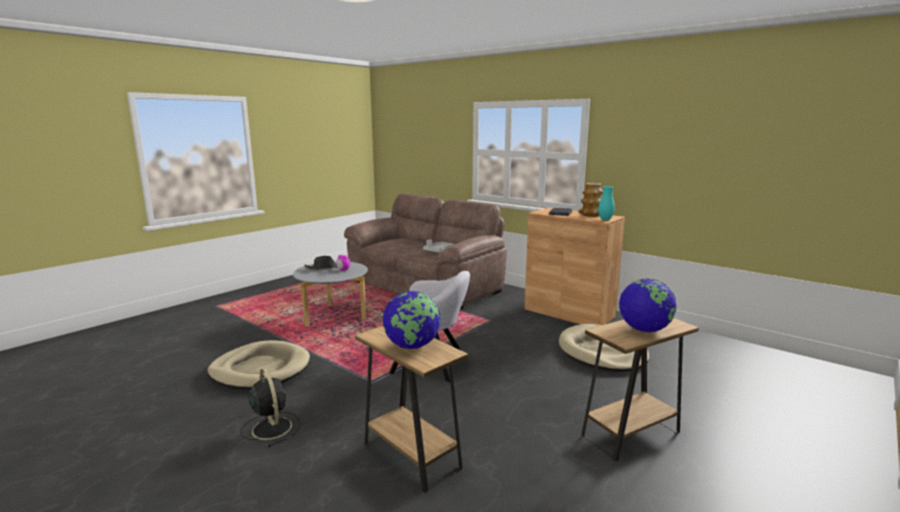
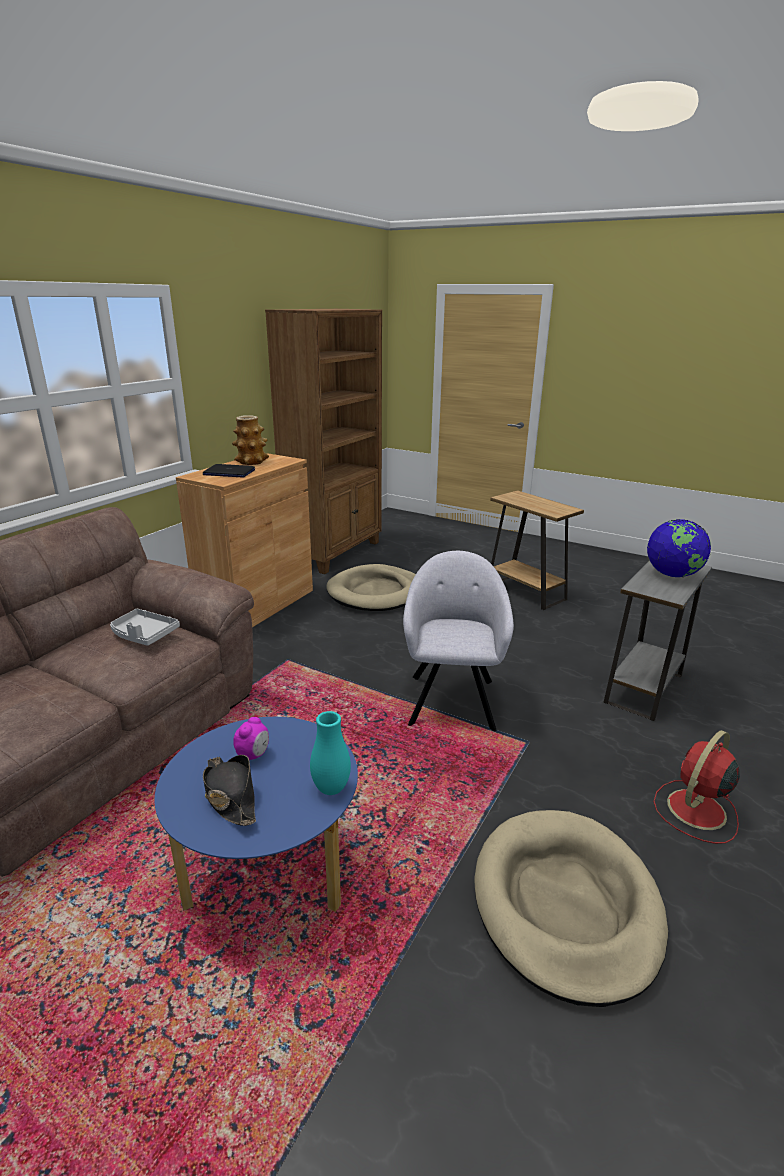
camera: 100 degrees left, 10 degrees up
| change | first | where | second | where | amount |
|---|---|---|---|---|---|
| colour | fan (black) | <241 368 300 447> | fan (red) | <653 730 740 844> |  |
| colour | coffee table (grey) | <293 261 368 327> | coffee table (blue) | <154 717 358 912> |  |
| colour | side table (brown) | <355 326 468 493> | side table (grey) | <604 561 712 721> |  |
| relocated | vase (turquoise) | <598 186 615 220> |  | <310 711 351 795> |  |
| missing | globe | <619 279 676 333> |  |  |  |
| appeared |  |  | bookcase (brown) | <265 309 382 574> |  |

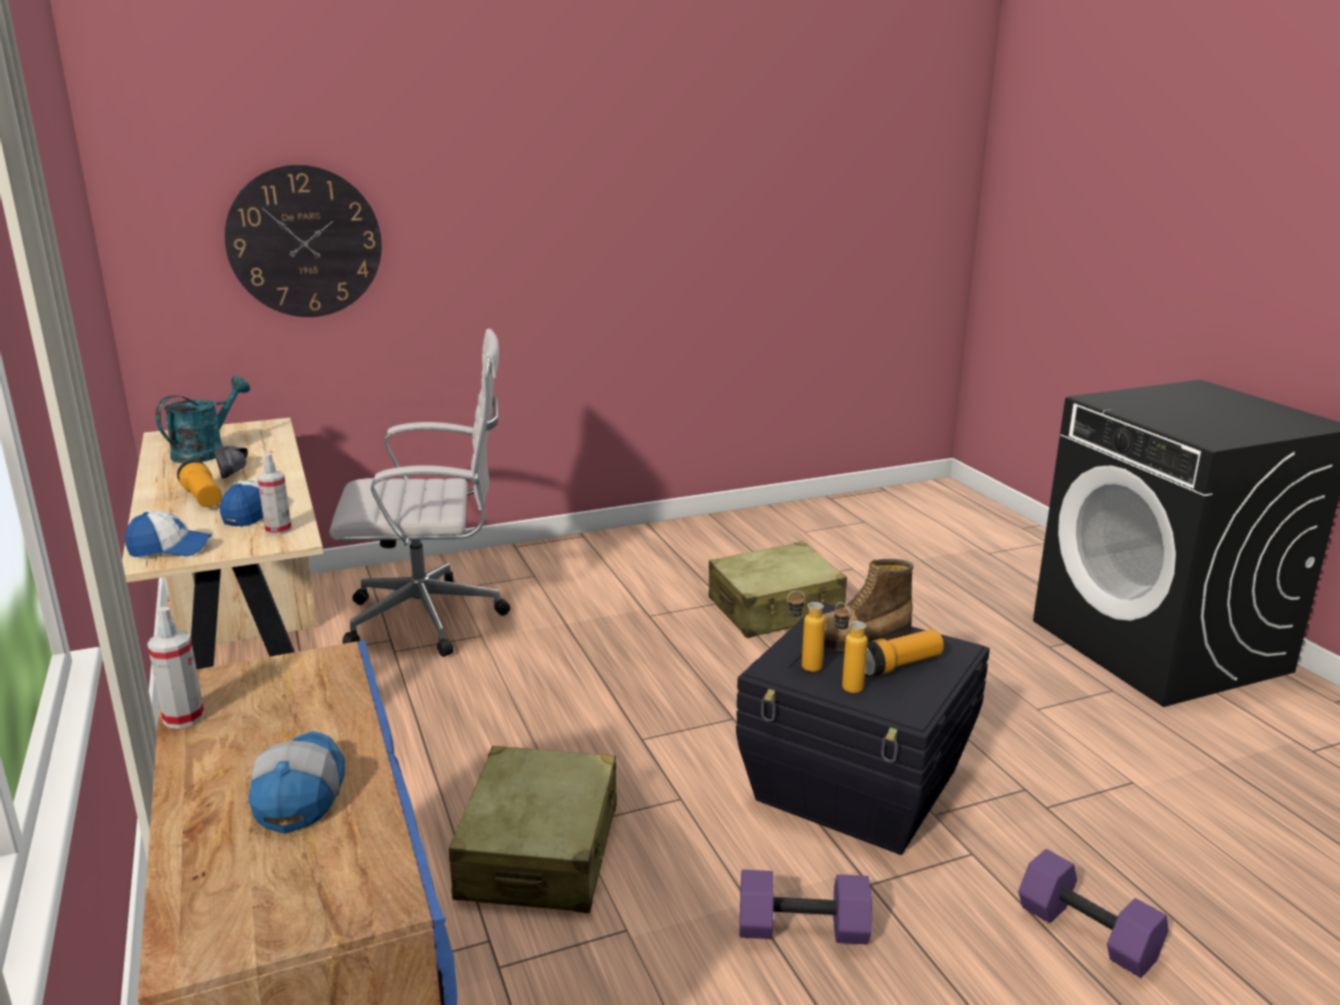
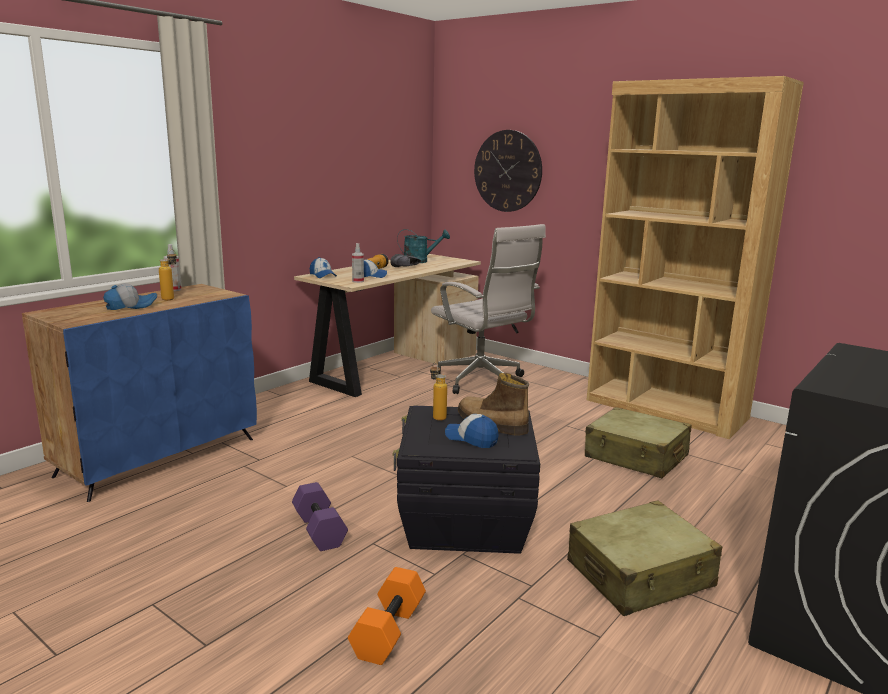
camera: 60 degrees right, 5 degrees down
| change | first | where | second | where | amount |
|---|---|---|---|---|---|
| relocated | suitcase (beige) | <449 746 617 913> |  | <567 500 722 616> |  |
| relocated | bottle | <834 602 868 693> |  | <159 249 177 300> |  |
| exchanged | flashlight | <865 629 944 677> | cap | <445 414 499 448> |  |
| colour | dumbbell (purple) | <1018 849 1169 978> | dumbbell (orange) | <348 567 426 665> |  |
| appeared |  |  | bookcase (brown) | <587 76 804 439> |  |

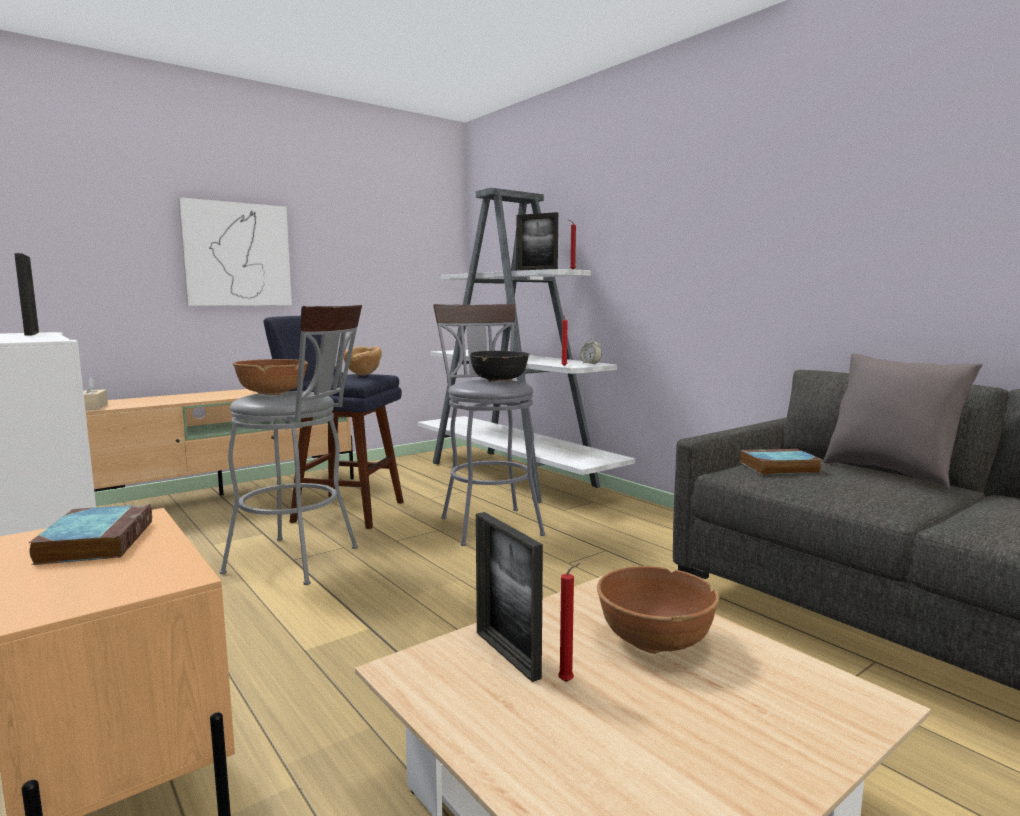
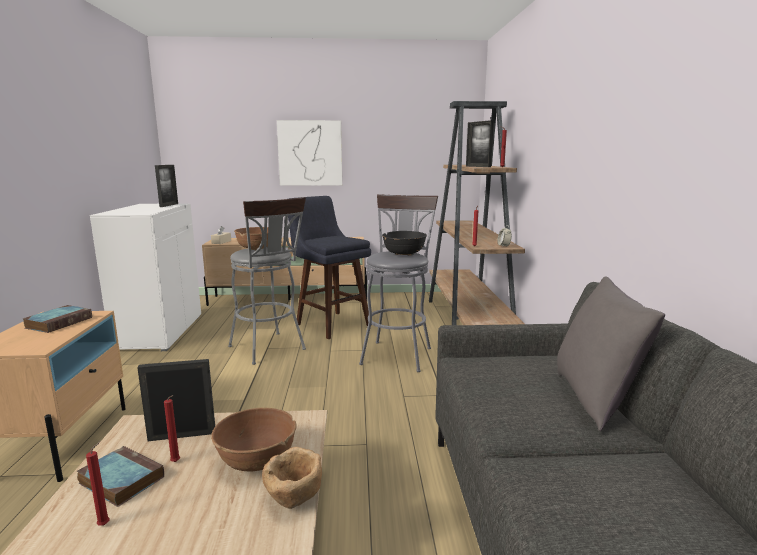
camera: 35 degrees right, 5 degrees up
| change | first | where | second | where | amount |
|---|---|---|---|---|---|
| relocated | bowl (brown) | <343 346 382 376> |  | <262 447 322 509> |  |
| colour | bookcase (white) | <418 188 635 503> | bookcase (brown) | <429 101 525 325> |  |
| spun | picture frame | <476 512 543 682> |  | <137 359 215 441> | 75 degrees clockwise |
| relocated | book | <740 449 822 474> |  | <77 446 164 507> |  |
| appeared |  |  | candle (red) | <86 441 110 525> |  |

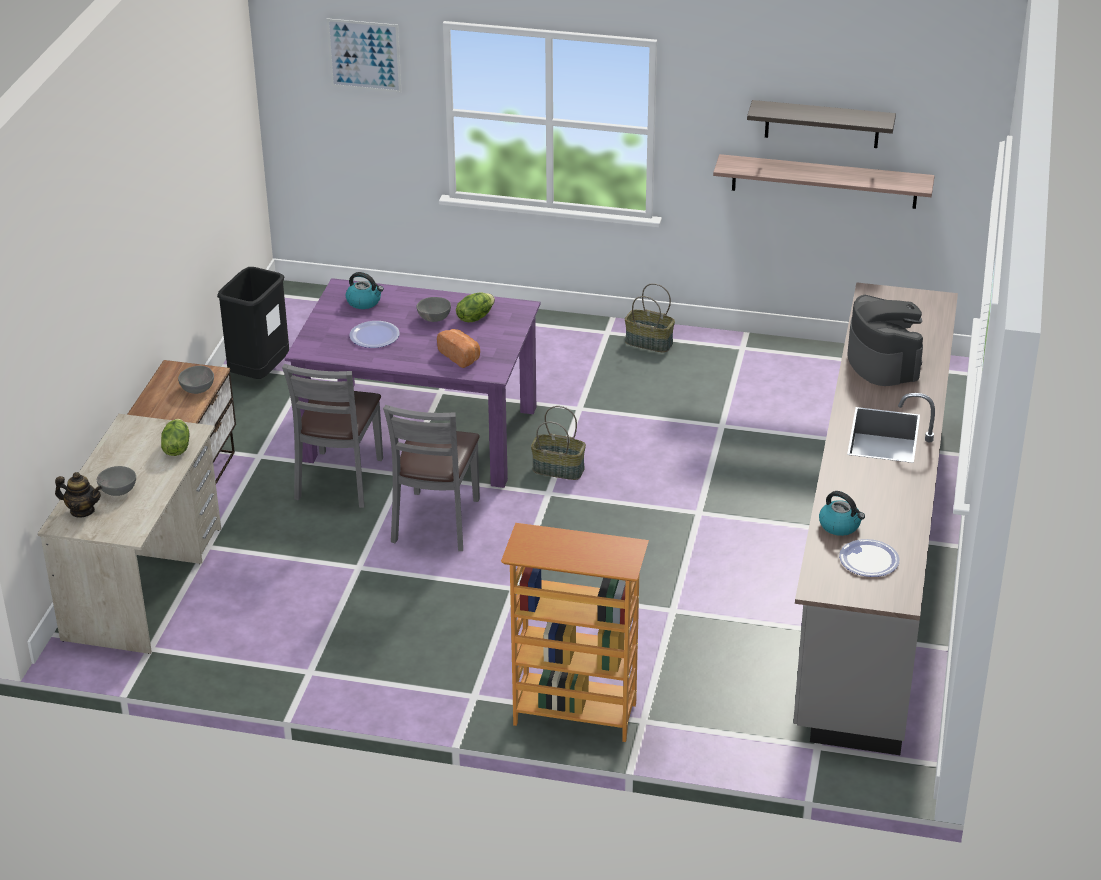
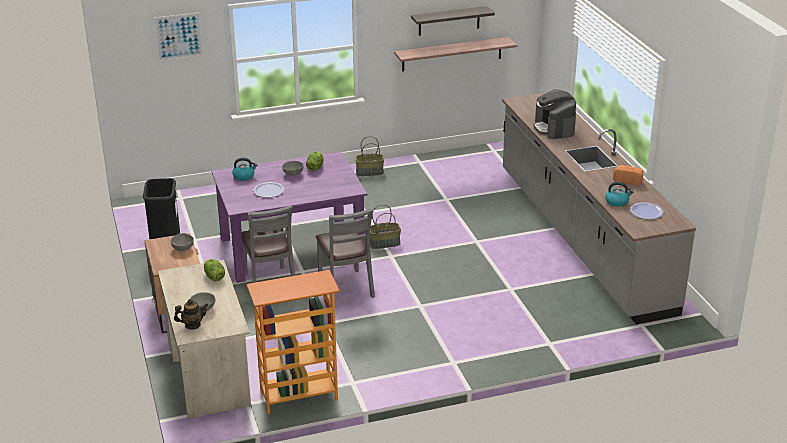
camera: 30 degrees left, 5 degrees down
| change | first | where | second | where | amount |
|---|---|---|---|---|---|
| relocated | bread | <437 329 480 368> |  | <613 165 643 185> |  |
| relocated | bookcase | <501 523 649 742> |  | <247 270 340 414> |  |
| spun | coffee machine | <847 295 923 386> |  | <533 89 576 139> | 150 degrees counterclockwise |

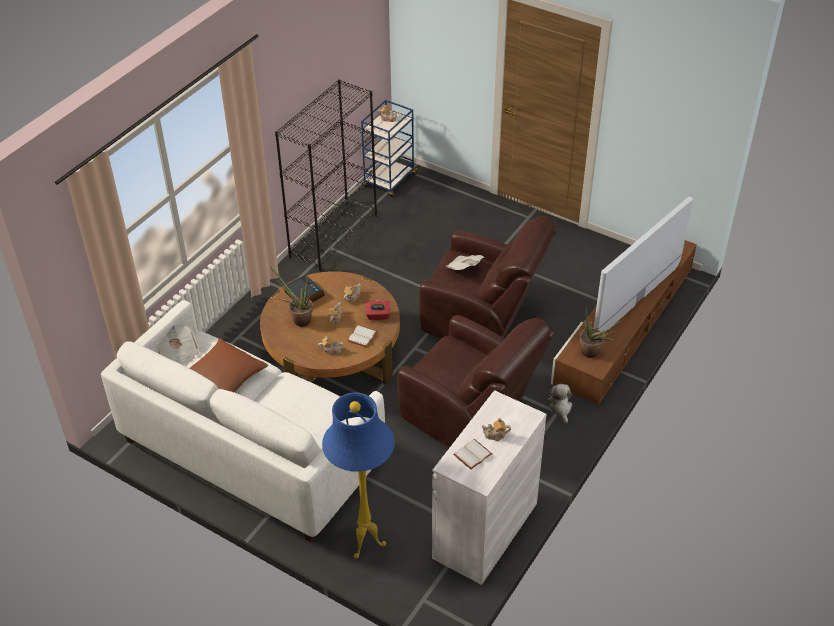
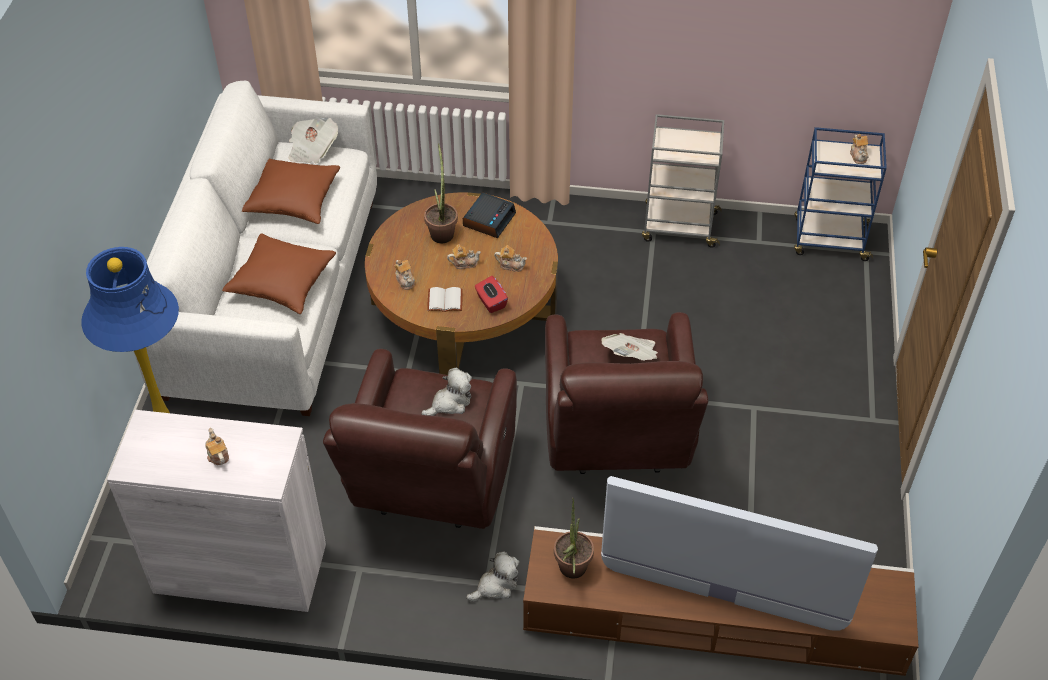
camera: 65 degrees right, 5 degrees up
| change | first | where | second | where | amount |
|---|---|---|---|---|---|
| exchanged | bookcase (black) | <275 79 377 271> | cart (grey) | <642 114 724 248> |  |
| missing | book (white) | <453 439 492 470> |  |  |  |
| appeared |  |  | pillow (brown) | <222 233 336 314> |  |
| appeared |  |  | plush toy | <422 368 472 416> |  |

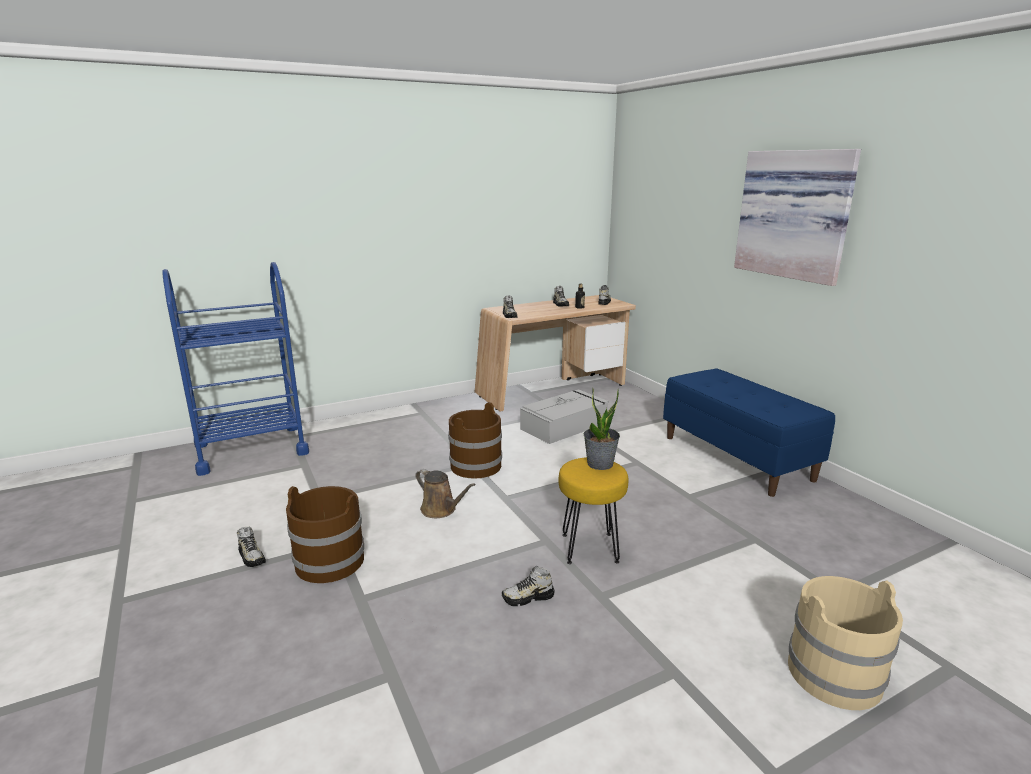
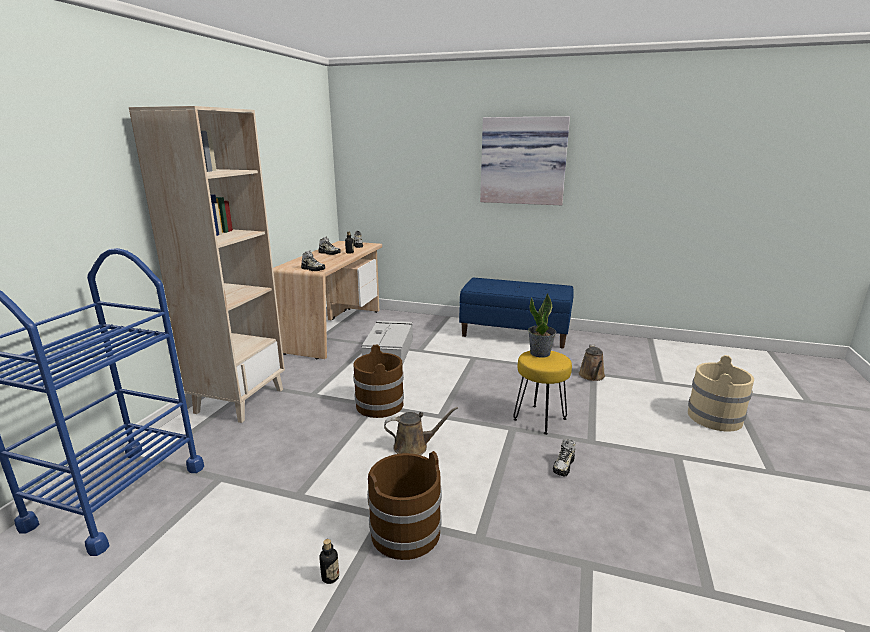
camera: 45 degrees left, 0 degrees up
| change | first | where | second | where | amount |
|---|---|---|---|---|---|
| exchanged | shoe | <237 527 266 567> | bottle | <319 539 339 584> |  |
| appeared |  |  | bookcase (beige) | <129 106 285 423> |  |
| appeared |  |  | watering can (brown) | <579 345 605 381> |  |

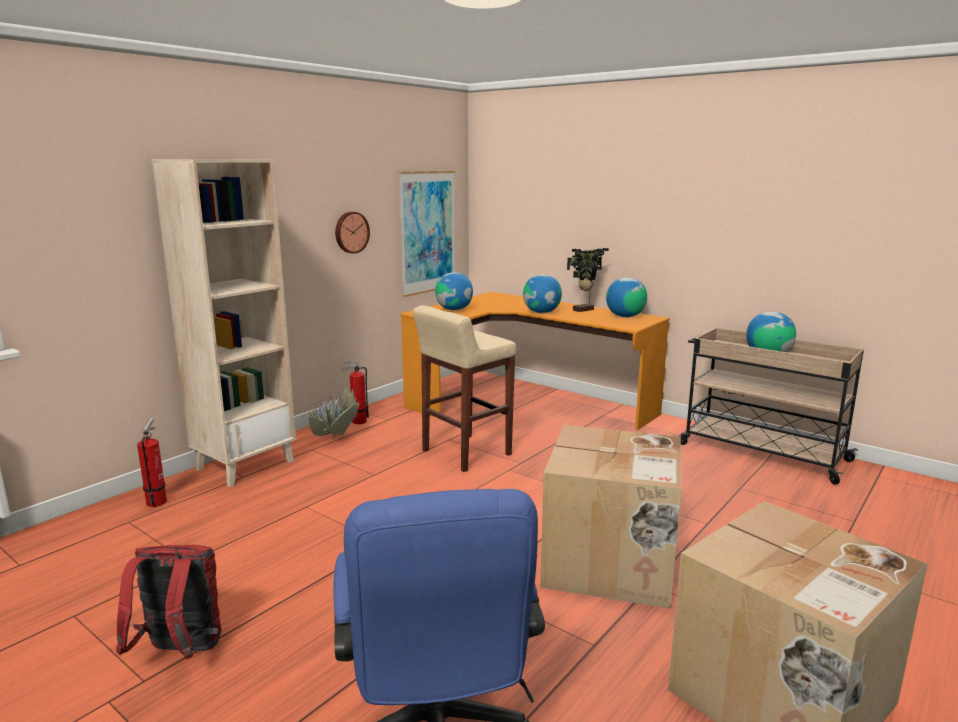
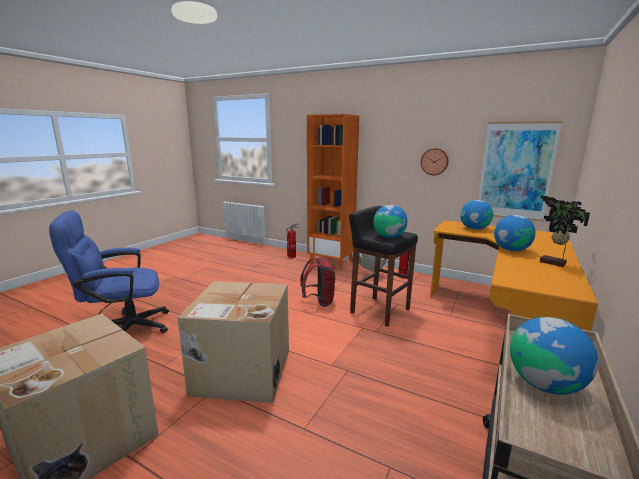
camera: 80 degrees right, 0 degrees up
| change | first | where | second | where | amount |
|---|---|---|---|---|---|
| relocated | backpack (red) | <116 545 222 659> |  | <300 257 335 307> |  |
| colour | bookcase (beige) | <152 159 296 487> | bookcase (orange) | <307 114 359 271> |  |
| colour | stool (beige) | <413 305 516 472> | stool (black) | <349 206 418 327> |  |
| relocated | globe | <606 278 647 317> |  | <373 205 407 238> |  |

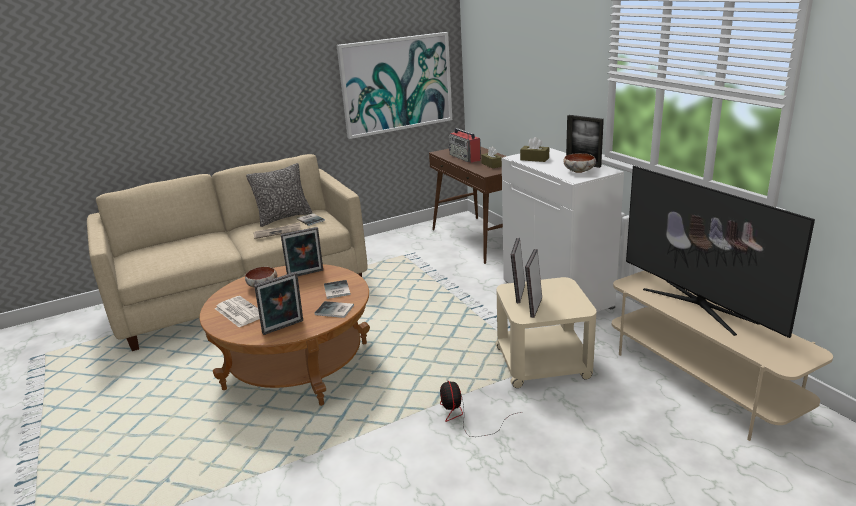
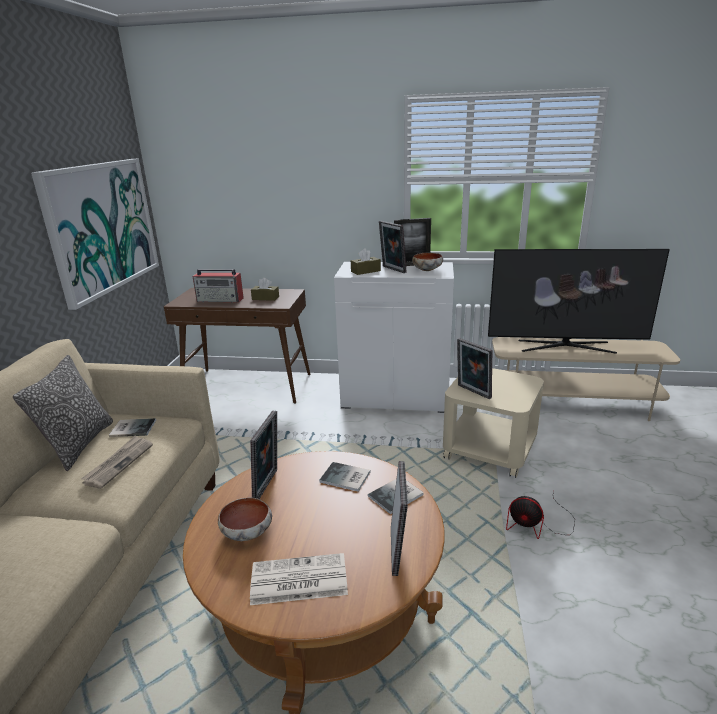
camera: 55 degrees left, 0 degrees up
| change | first | where | second | where | amount |
|---|---|---|---|---|---|
| relocated | picture frame | <525 249 542 318> |  | <379 221 407 273> |  |

